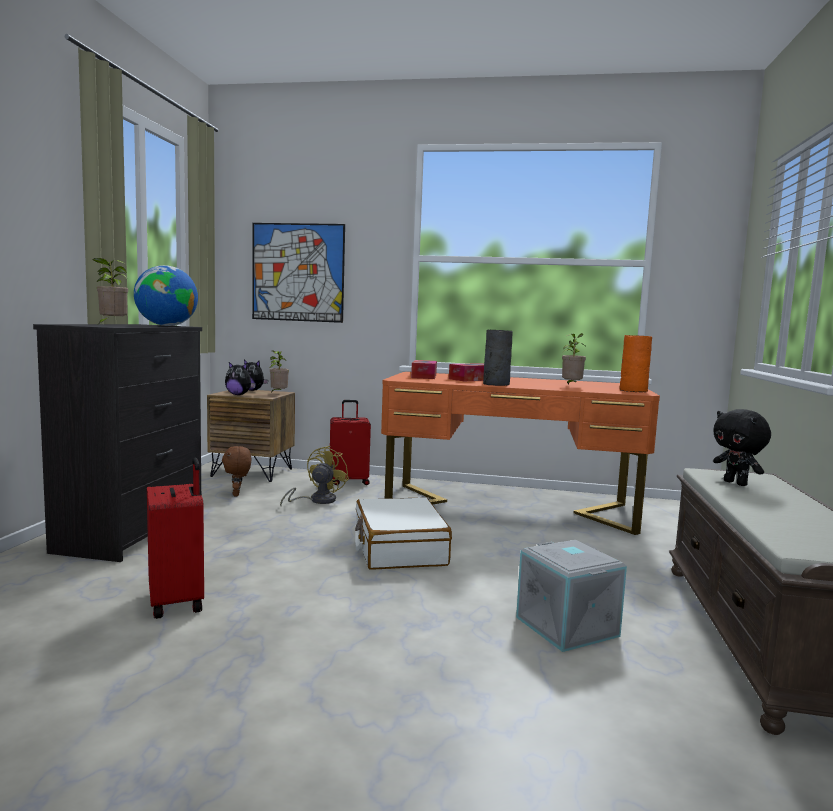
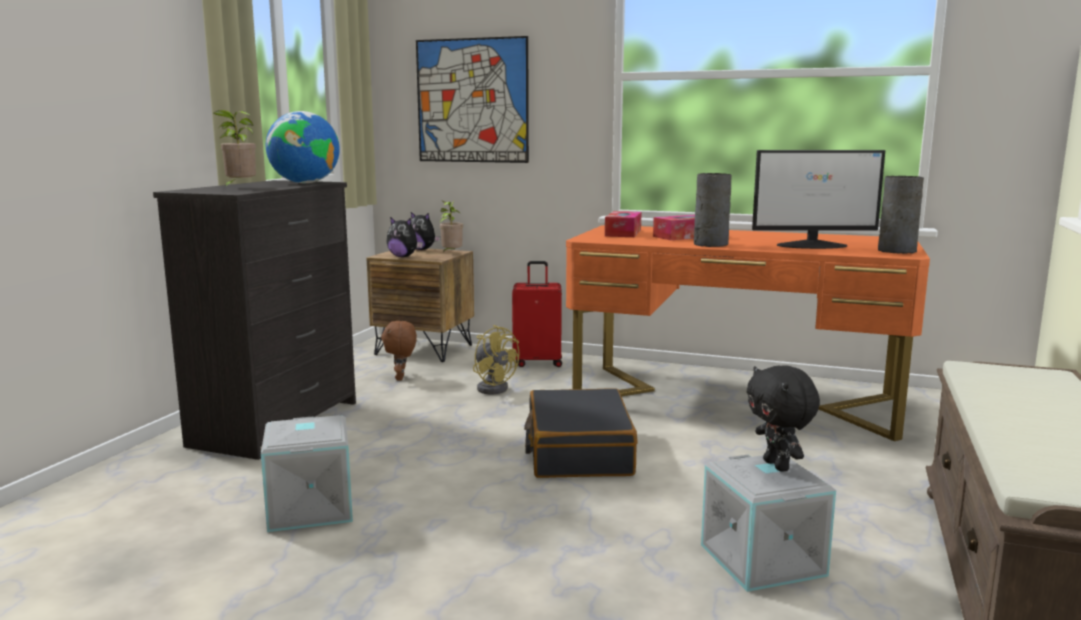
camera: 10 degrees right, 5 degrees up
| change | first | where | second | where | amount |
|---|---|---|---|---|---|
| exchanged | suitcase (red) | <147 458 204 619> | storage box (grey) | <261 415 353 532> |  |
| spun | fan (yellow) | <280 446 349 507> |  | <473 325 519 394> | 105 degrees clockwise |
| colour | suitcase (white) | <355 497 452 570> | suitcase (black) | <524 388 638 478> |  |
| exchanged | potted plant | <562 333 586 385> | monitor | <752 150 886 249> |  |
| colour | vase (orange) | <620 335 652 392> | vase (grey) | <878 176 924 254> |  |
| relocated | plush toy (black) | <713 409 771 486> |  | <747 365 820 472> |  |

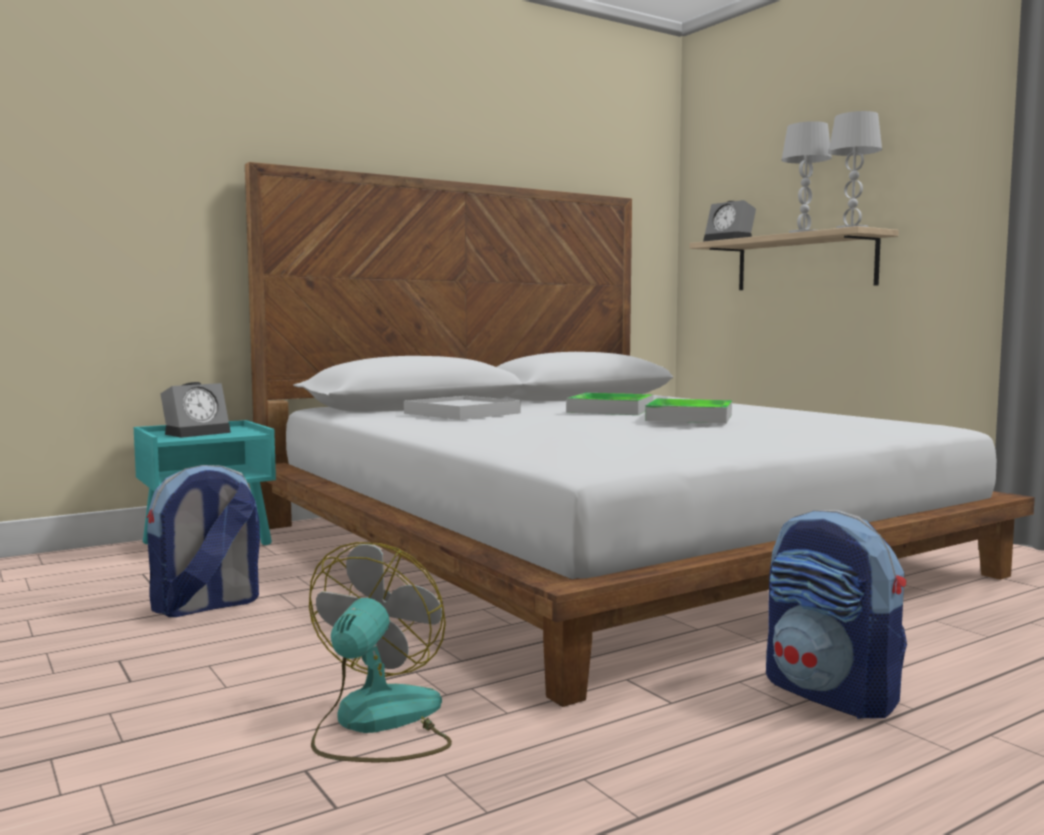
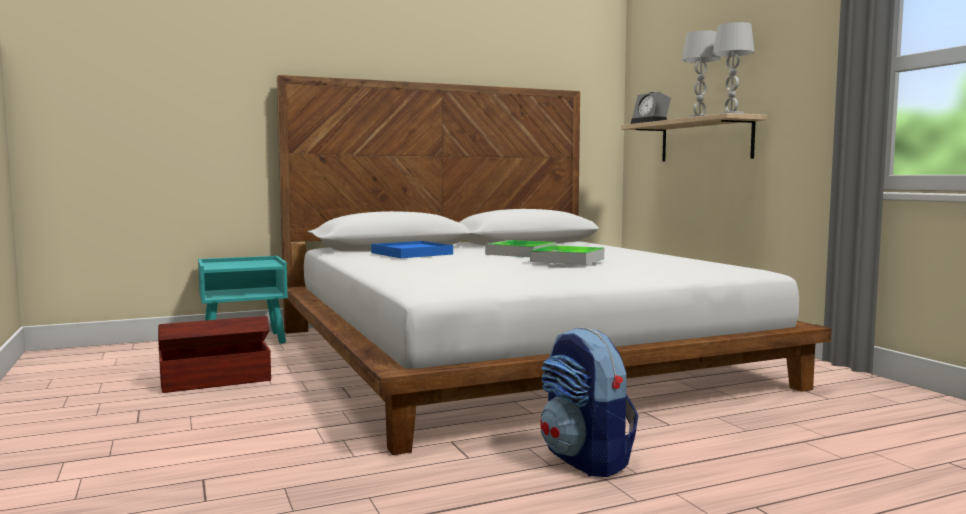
camera: 10 degrees right, 0 degrees up
| change | first | where | second | where | amount |
|---|---|---|---|---|---|
| exchanged | backpack | <147 465 260 617> | storage box (brown) | <158 316 271 393> |  |
| missing | alarm clock | <160 382 231 438> |  |  |  |
| missing | fan | <309 542 452 763> |  |  |  |
| colour | tray (white) | <404 396 521 420> | tray (blue) | <371 241 453 258> |  |

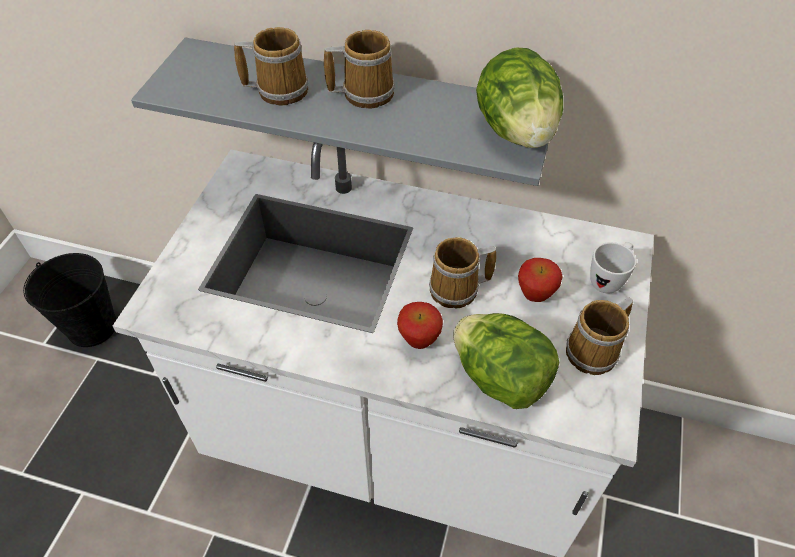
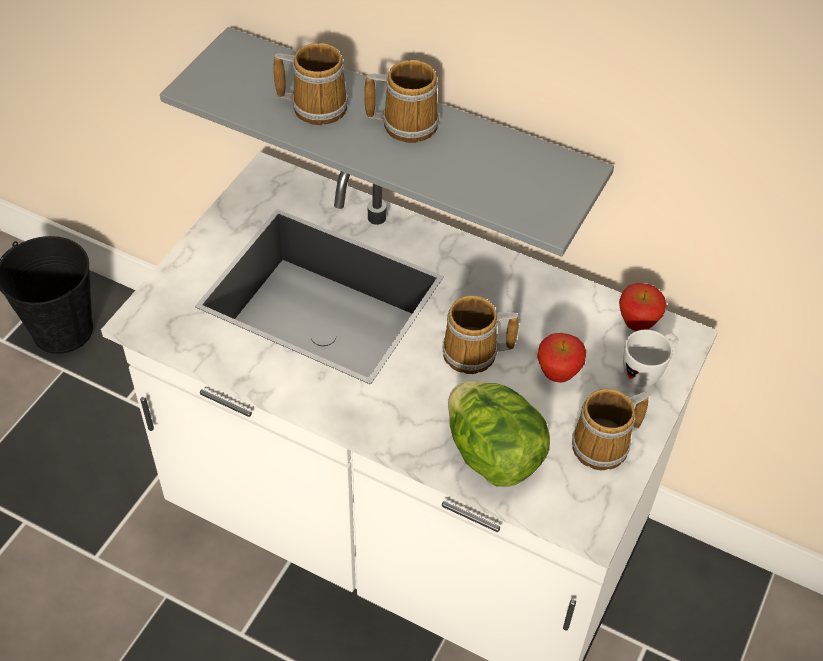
camera: 10 degrees right, 0 degrees up
| change | first | where | second | where | amount |
|---|---|---|---|---|---|
| relocated | apple | <397 302 443 349> |  | <619 283 666 331> |  |
| missing | lettuce | <476 48 563 148> |  |  |  |

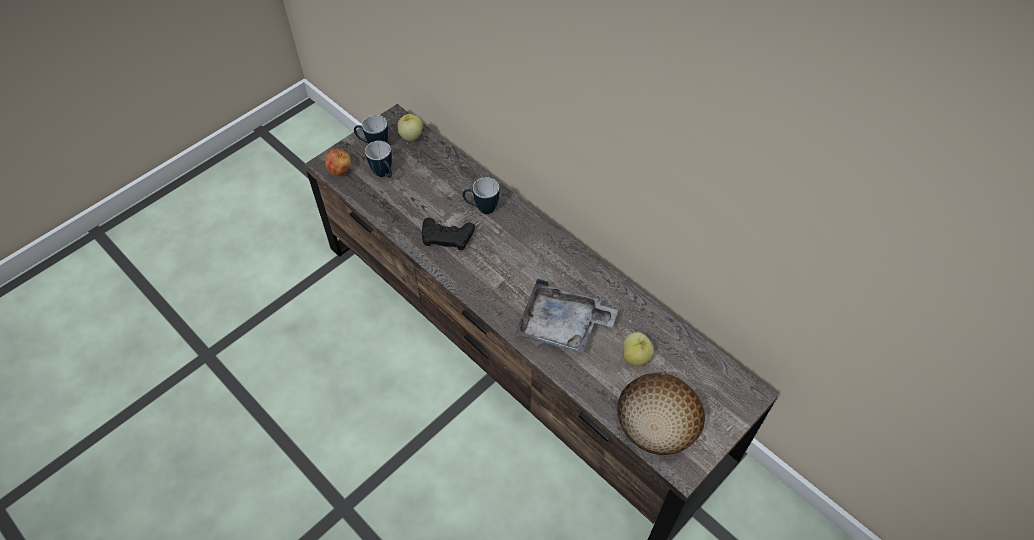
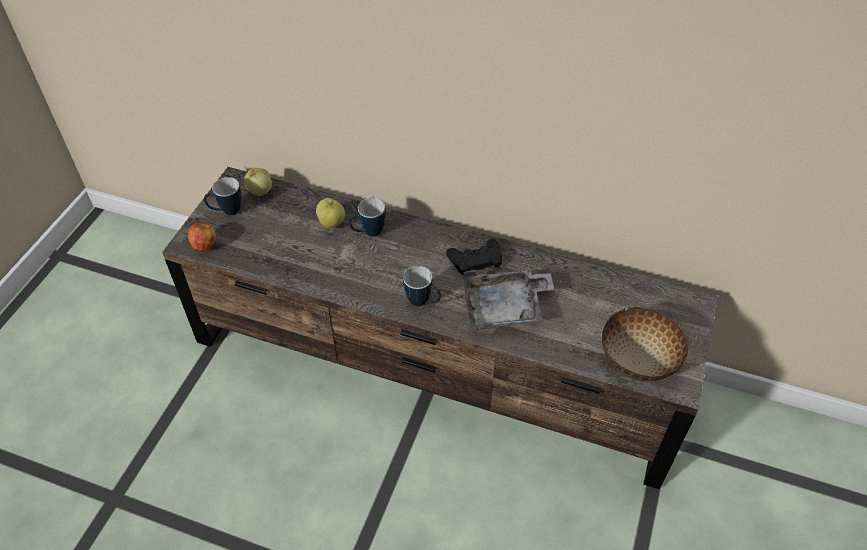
camera: 25 degrees left, 5 degrees down
| change | first | where | second | where | amount |
|---|---|---|---|---|---|
| relocated | mug | <365 141 392 178> |  | <403 266 441 306> |  |
| relocated | game controller (black) | <422 218 475 250> |  | <446 239 502 275> |  |
| relocated | apple | <623 332 654 366> |  | <316 198 345 228> |  |

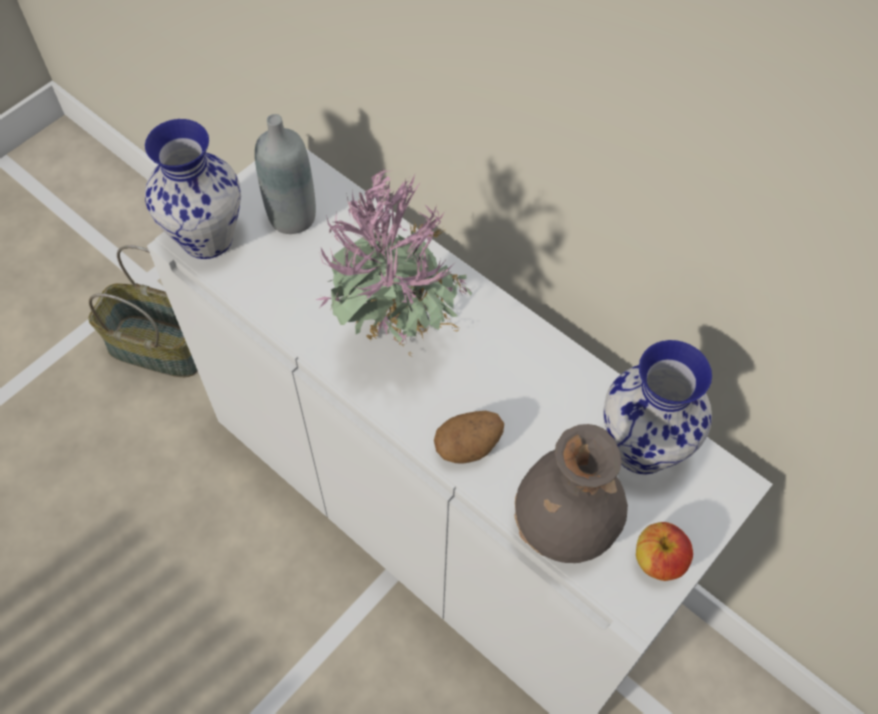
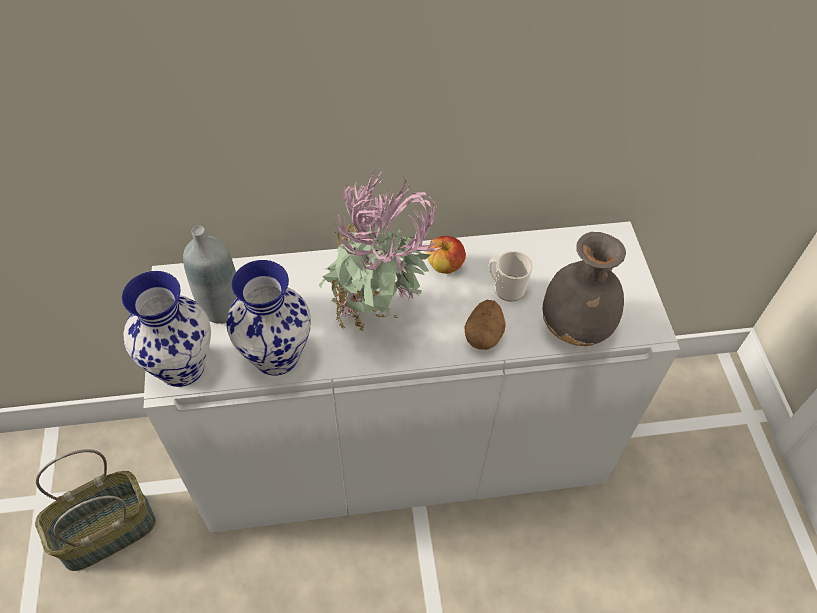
camera: 50 degrees left, 5 degrees down
| change | first | where | second | where | amount |
|---|---|---|---|---|---|
| relocated | vase | <603 340 712 475> |  | <226 260 311 376> |  |
| relocated | apple | <636 522 693 581> |  | <427 236 466 274> |  |
| appeared |  |  | mug | <489 251 533 302> |  |

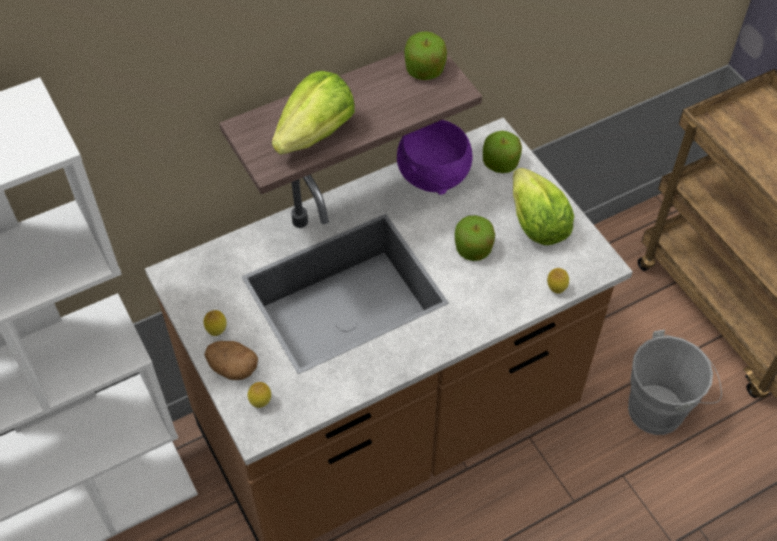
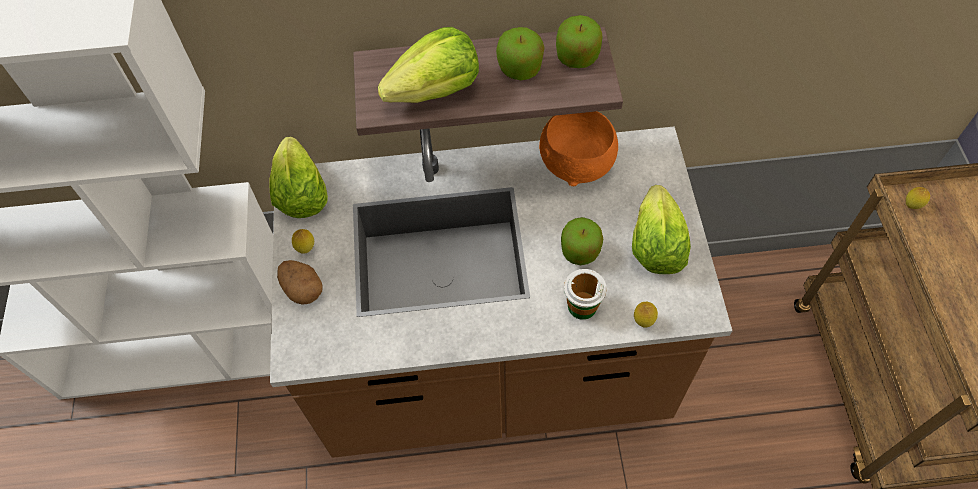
camera: 25 degrees right, 5 degrees up
| change | first | where | second | where | amount |
|---|---|---|---|---|---|
| relocated | lemon | <248 382 271 408> |  | <906 187 930 209> |  |
| colour | bowl (purple) | <397 120 472 195> | bowl (orange) | <539 111 618 186> |  |
| relocated | apple | <483 131 522 173> |  | <496 27 545 80> |  |
| missing | bucket (grey) | <628 330 722 435> |  |  |  |
| appeared |  |  | lettuce | <270 137 328 218> |  |
| appeared |  |  | cup | <564 269 606 320> |  |

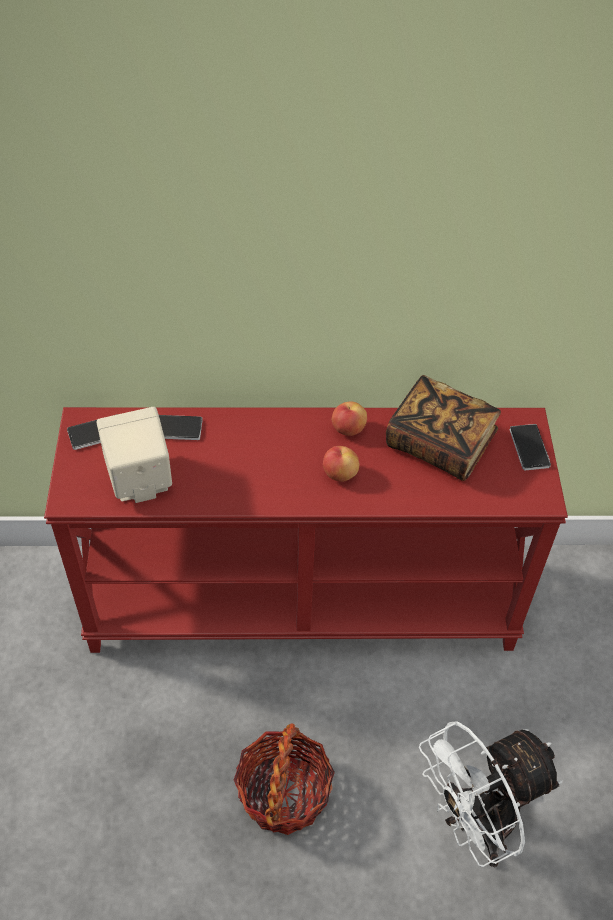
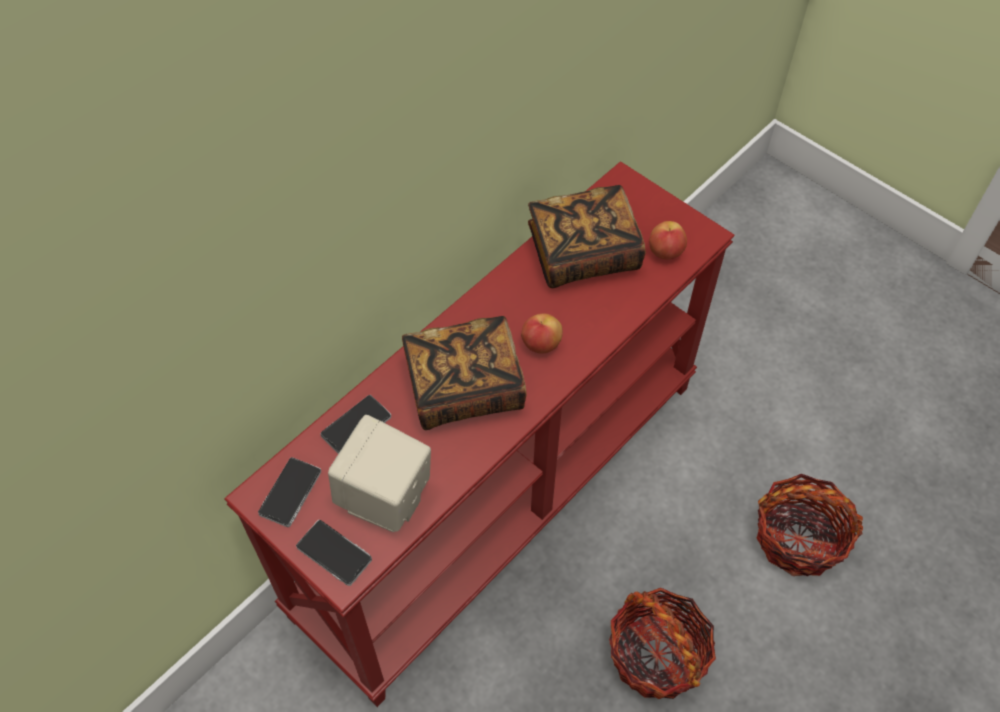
camera: 45 degrees left, 5 degrees up
| change | first | where | second | where | amount |
|---|---|---|---|---|---|
| relocated | apple | <332 402 367 436> |  | <649 221 687 260> |  |
| exchanged | fan (white) | <419 721 563 867> | basket | <757 474 863 576> |  |
| relocated | phone | <510 424 551 470> |  | <296 520 372 586> |  |
| appeared |  |  | book | <402 316 527 430> |  |

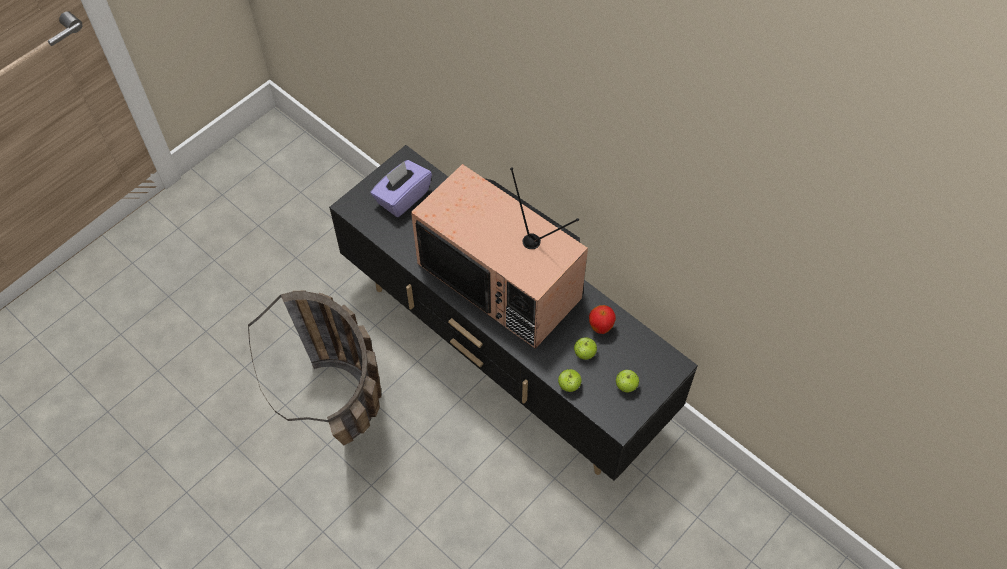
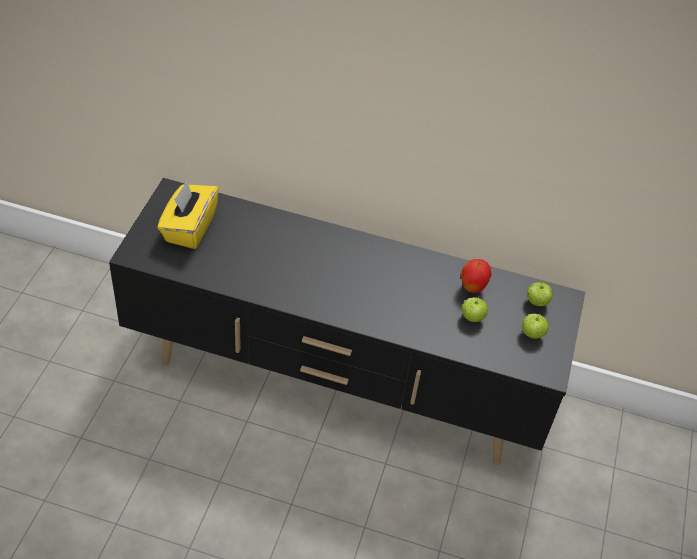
camera: 30 degrees left, 10 degrees down
| change | first | where | second | where | amount |
|---|---|---|---|---|---|
| missing | basket | <248 290 381 445> |  |  |  |
| colour | tissue box (purple) | <371 160 432 217> | tissue box (yellow) | <157 181 219 249> |  |
| missing | television | <411 164 588 349> |  |  |  |
| relocated | apple | <558 369 582 392> |  | <527 281 553 306> |  |

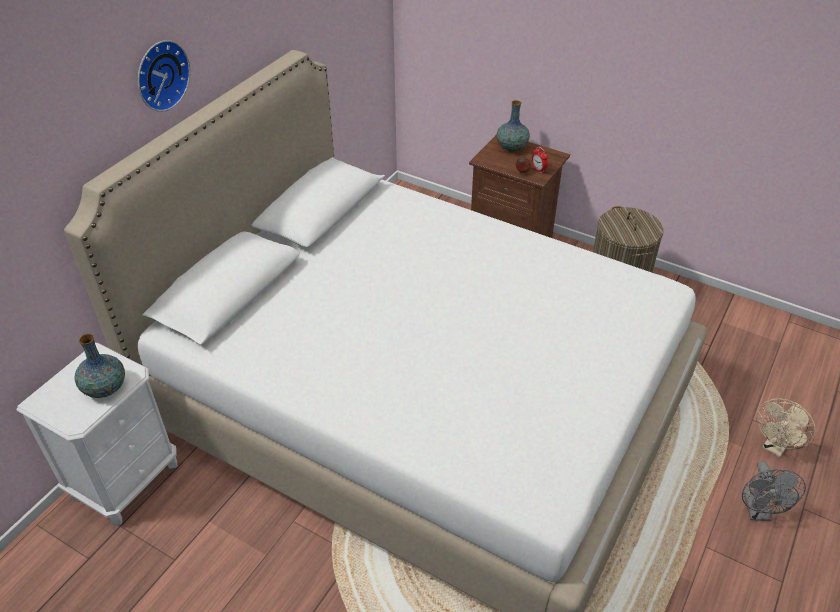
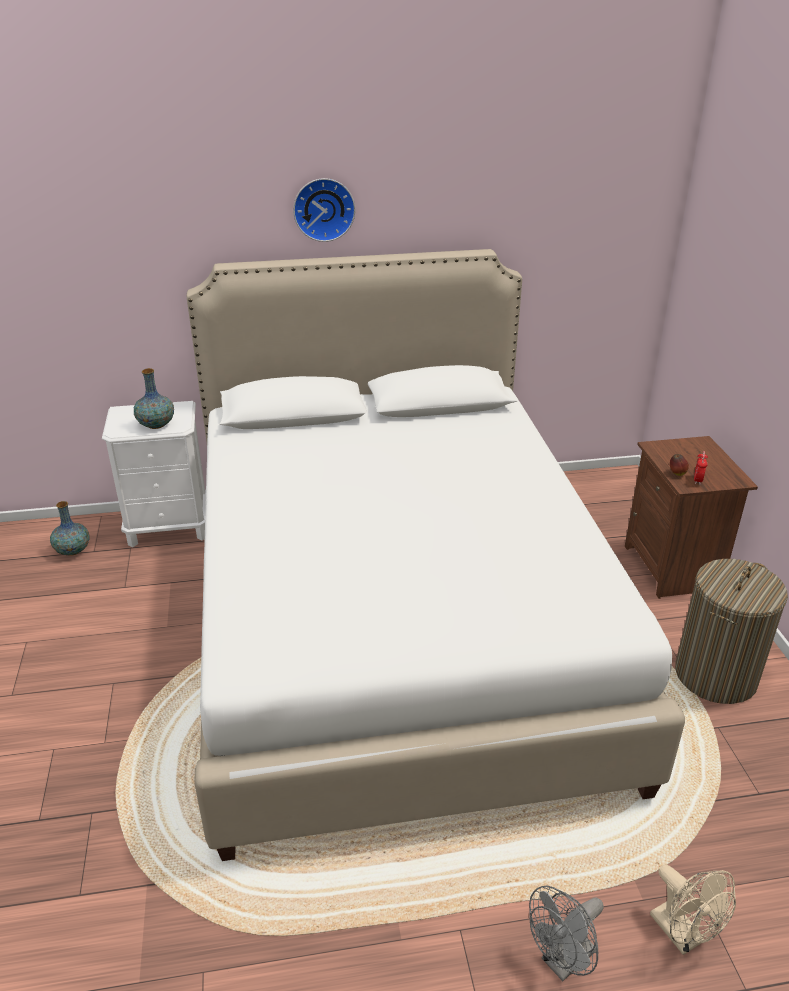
camera: 50 degrees right, 10 degrees down
| change | first | where | second | where | amount |
|---|---|---|---|---|---|
| relocated | vase | <497 100 530 152> |  | <50 501 90 556> |  |
| spun | fan (beige) | <756 399 816 457> |  | <650 865 736 955> | 120 degrees counterclockwise |

